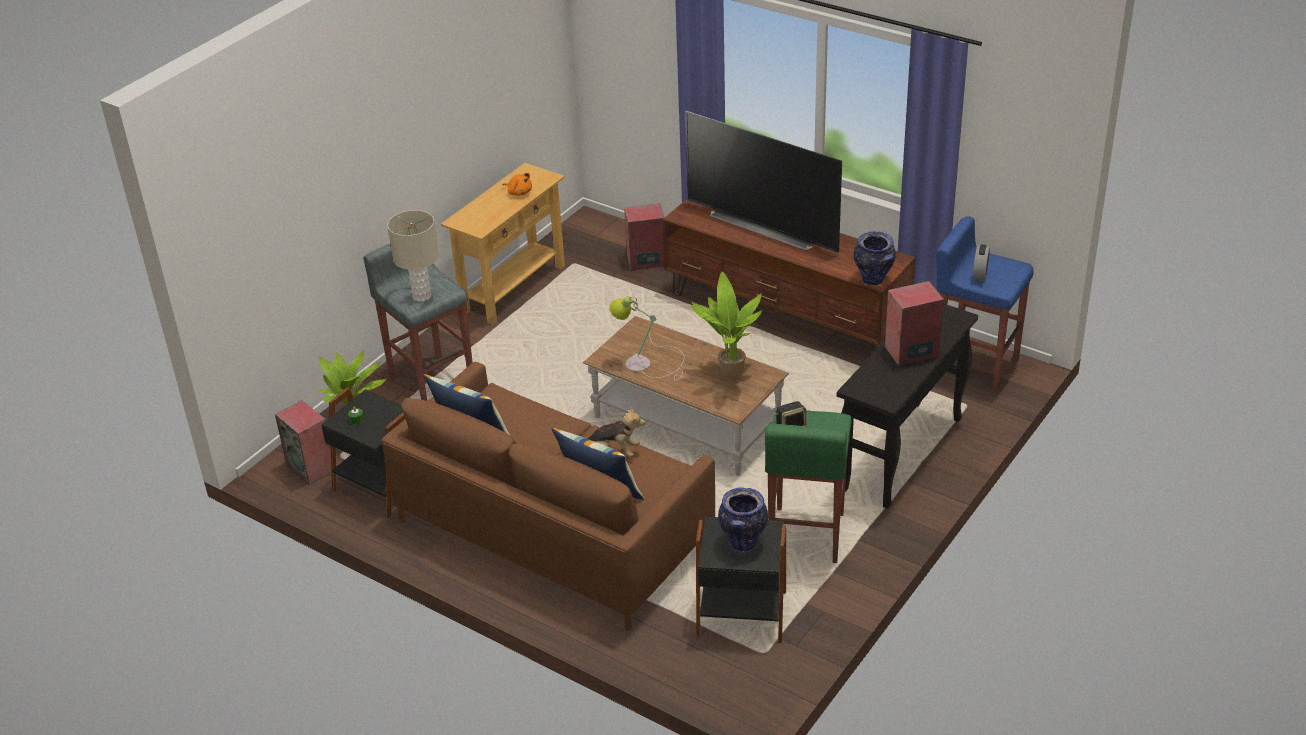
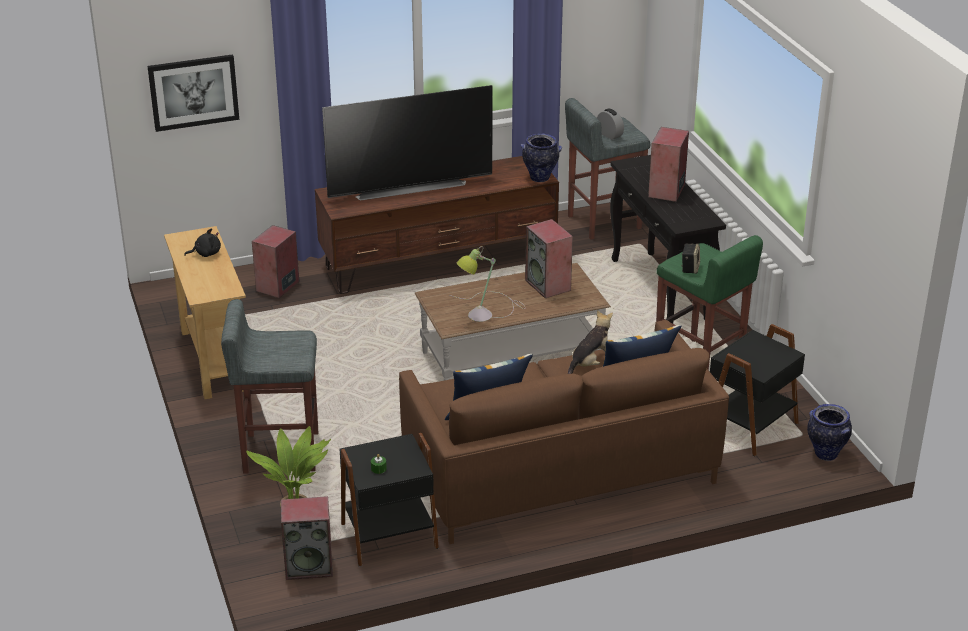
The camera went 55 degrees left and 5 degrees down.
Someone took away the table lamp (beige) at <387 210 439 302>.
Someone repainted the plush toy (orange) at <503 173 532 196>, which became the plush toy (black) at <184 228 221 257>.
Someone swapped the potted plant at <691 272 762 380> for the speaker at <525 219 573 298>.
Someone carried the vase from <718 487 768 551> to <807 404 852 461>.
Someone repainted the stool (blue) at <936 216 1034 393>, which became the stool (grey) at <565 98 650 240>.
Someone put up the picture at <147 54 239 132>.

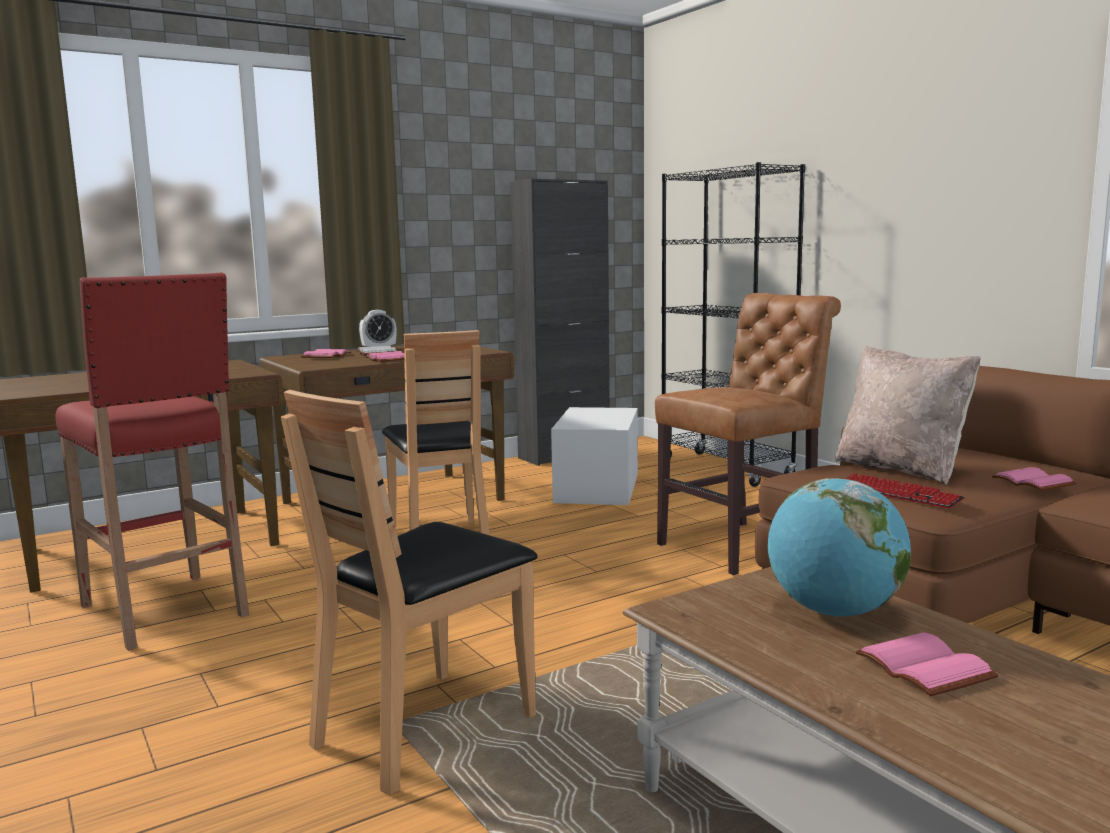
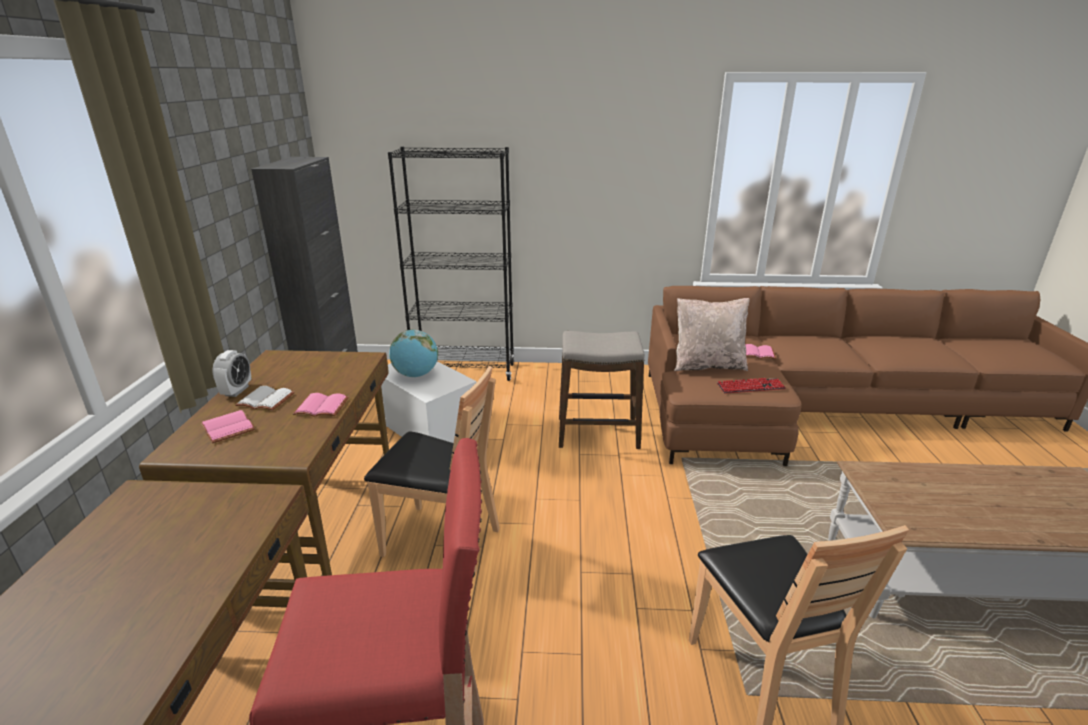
The camera went 55 degrees left and 15 degrees up.
Someone swapped the chair (brown) at <655 293 841 575> for the stool at <559 331 645 449>.
Someone carried the globe from <767 478 911 617> to <389 330 438 377>.
Someone took away the book (pink) at <855 632 998 696>.

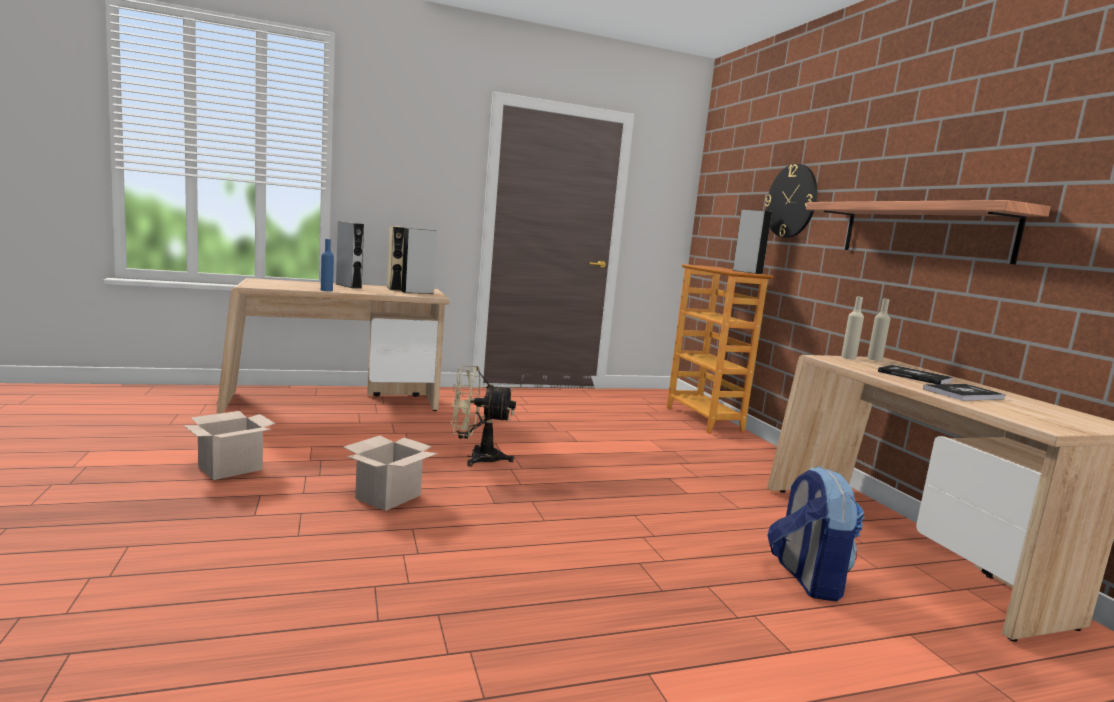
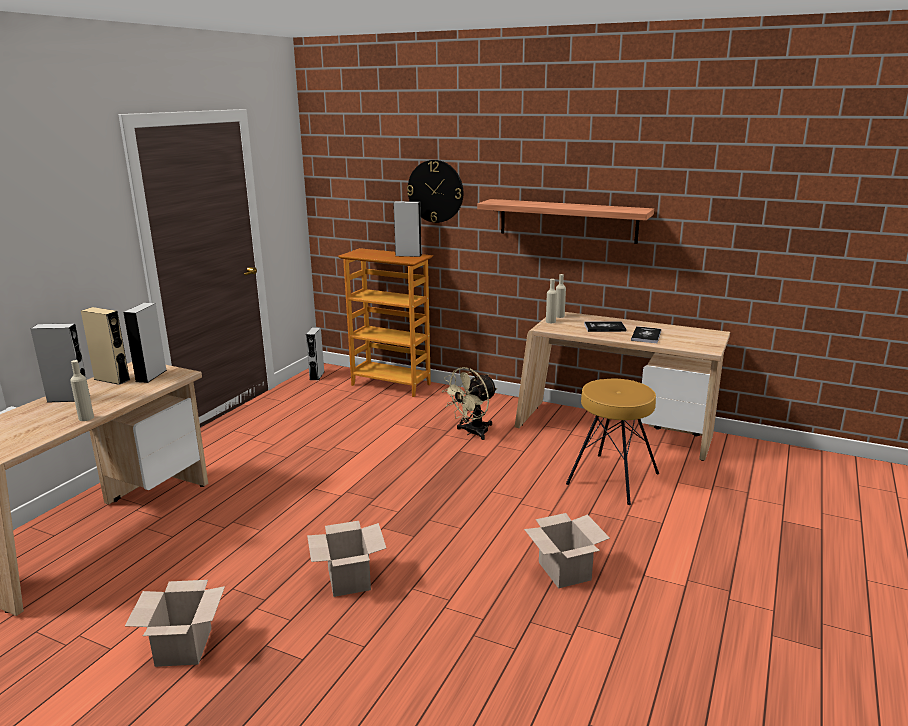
The camera went 45 degrees left and 10 degrees up.
Someone repainted the bottle (blue) at <321 239 334 291>, which became the bottle (beige) at <70 360 94 421>.
Someone carried the fan (beige) from <451 365 516 466> to <442 367 497 440>.
Someone swapped the backpack at <768 466 865 601> for the stool (brown) at <566 379 659 505>.
Someone put down the speaker (grey) at <306 327 324 380>.
Someone put down the cardboard box at <524 513 610 589>.

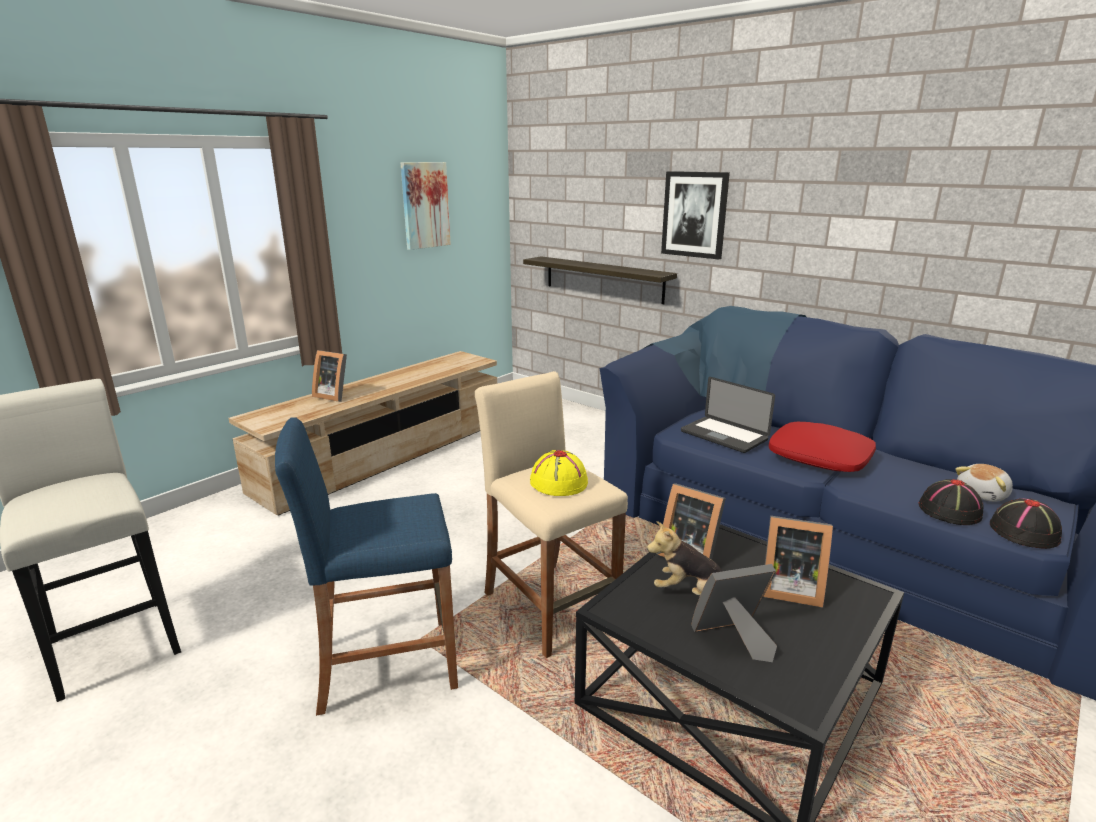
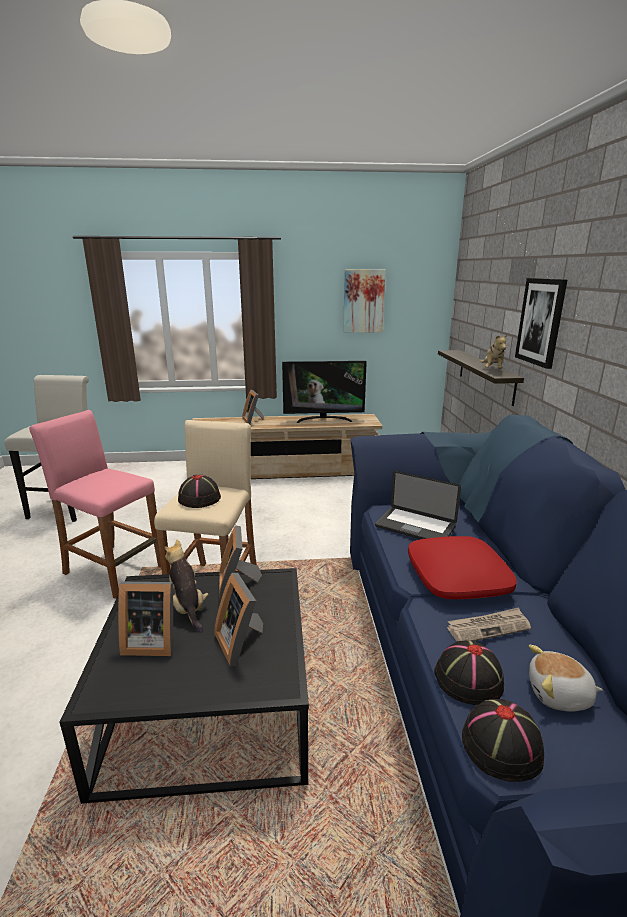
The camera went 45 degrees right and 0 degrees up.
Someone repainted the stool (blue) at <275 418 458 716>, which became the stool (pink) at <29 410 161 599>.
Someone repainted the hat (yellow) at <530 450 588 496>, which became the hat (black) at <178 475 221 508>.
Someone rotated the laptop at <681 377 775 453> by 60 degrees counterclockwise.
Someone rotated the picture frame at <691 564 777 662> by 150 degrees clockwise.
Someone put down the television at <282 361 367 423>.
Someone put down the newspaper at <447 607 531 641>.
Someone put down the plush toy at <480 334 508 369>.

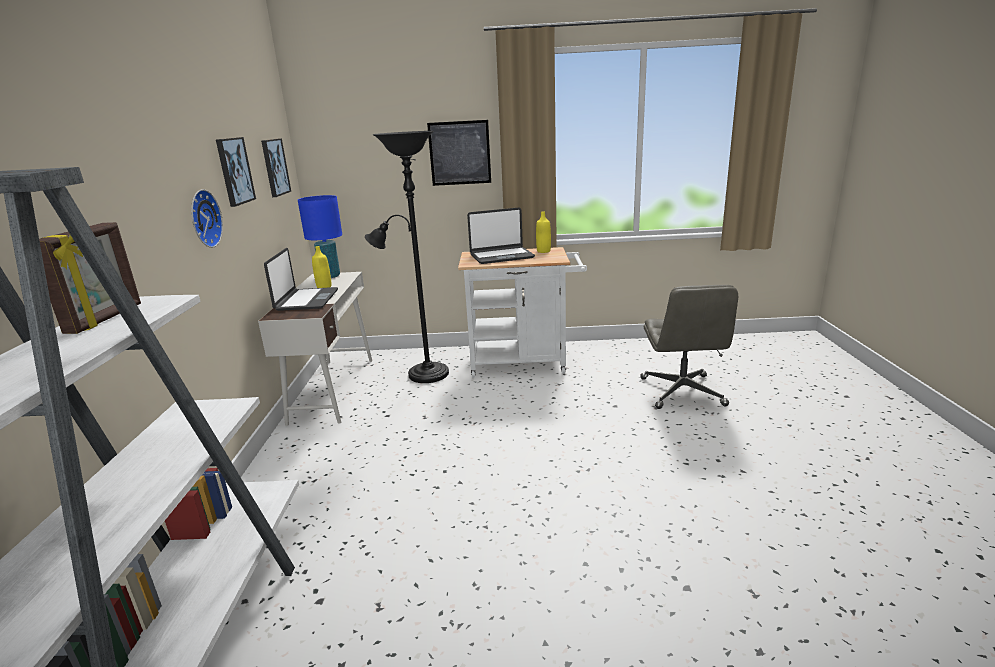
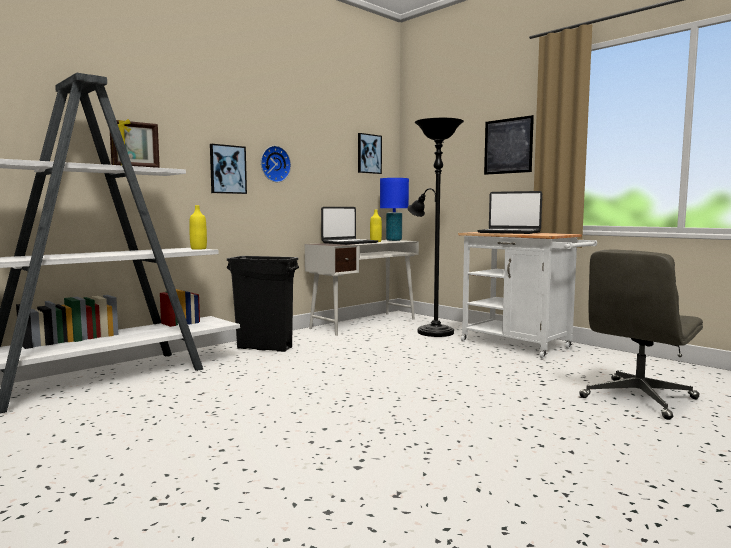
The camera went 45 degrees right and 15 degrees down.
Someone carried the picture from <216 137 256 207> to <210 144 247 194>.
Someone carried the bottle (yellow) from <536 211 551 253> to <189 205 207 250>.
Someone put down the trash can (black) at <227 256 299 352>.

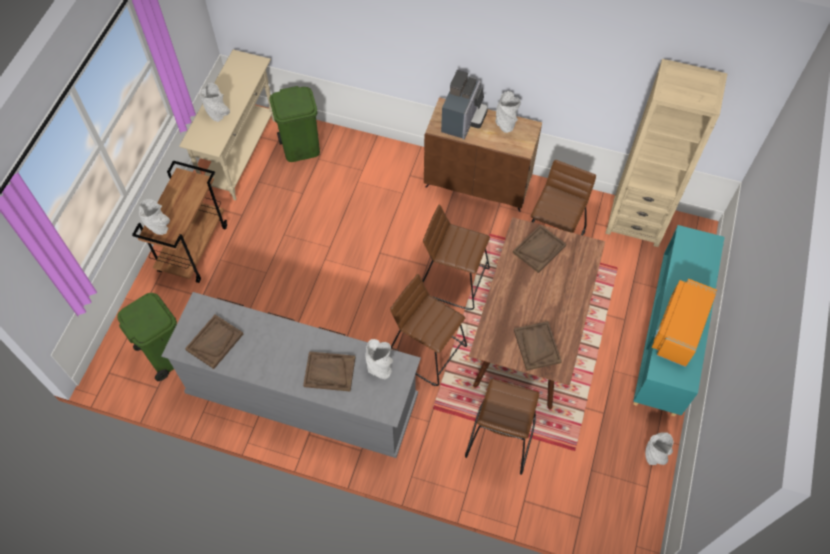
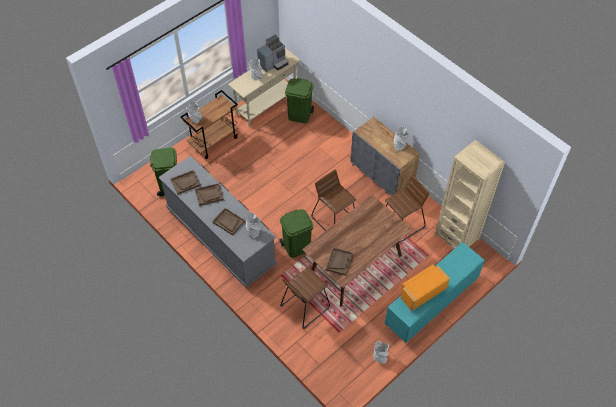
The camera went 30 degrees right and 5 degrees down.
Someone swapped the stool (brown) at <390 274 467 386> for the trash can (green) at <280 209 313 258>.
Someone repainted the cabinet (brown) at <424 97 542 212>, which became the cabinet (grey) at <350 117 420 196>.
Someone carried the coffee machine from <441 70 488 139> to <257 35 288 72>.
Someone carried the tray (brown) from <513 224 566 273> to <195 183 224 206>.

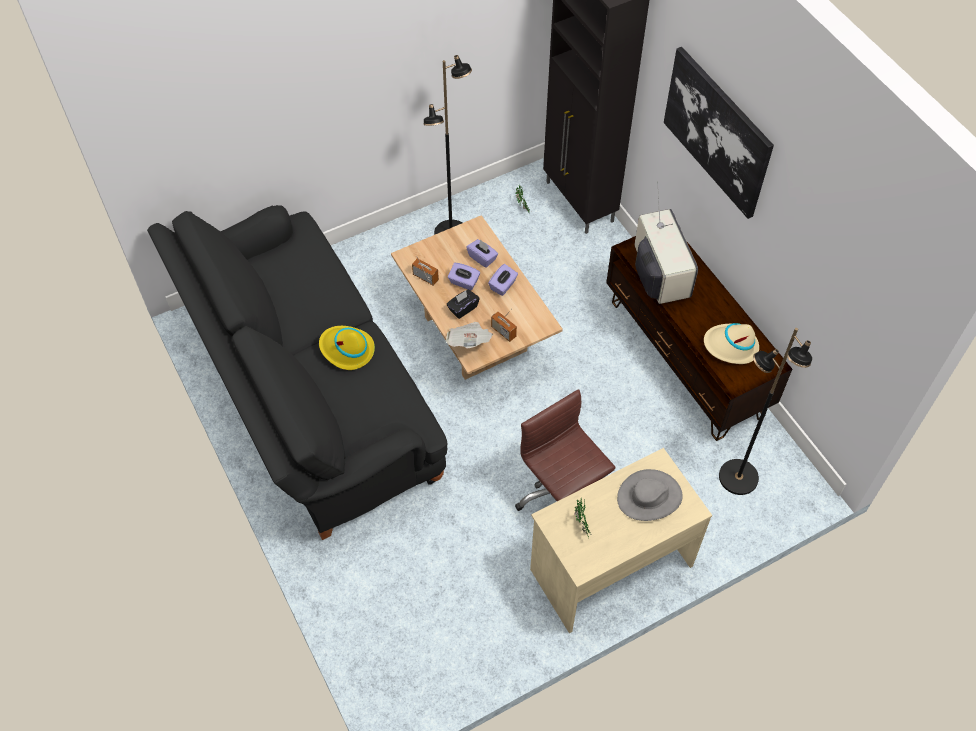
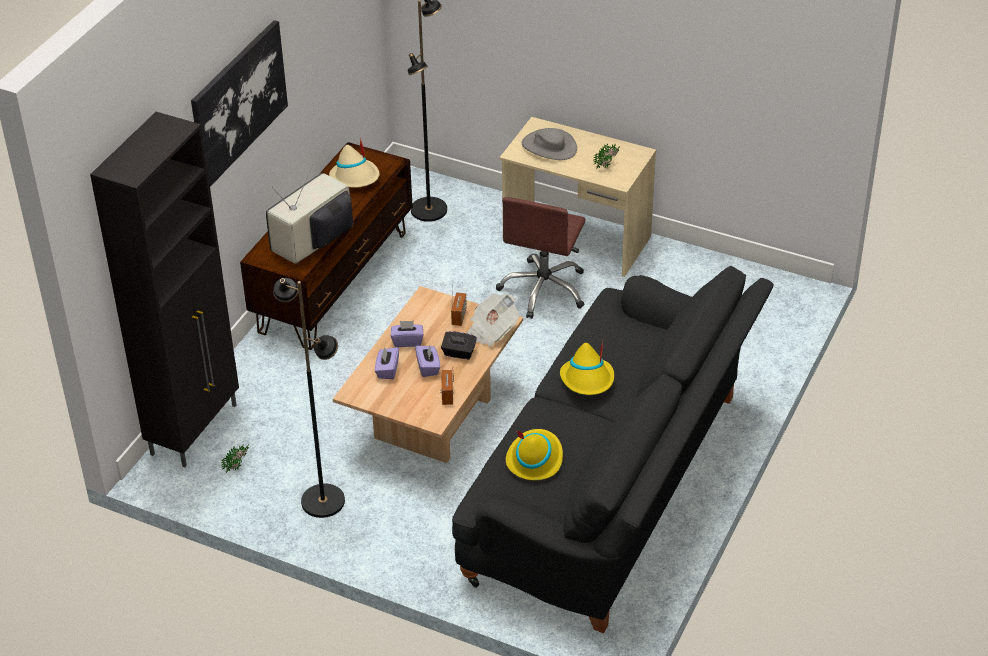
The camera went 125 degrees left and 15 degrees down.
Someone put down the hat (yellow) at <506 429 563 480>.

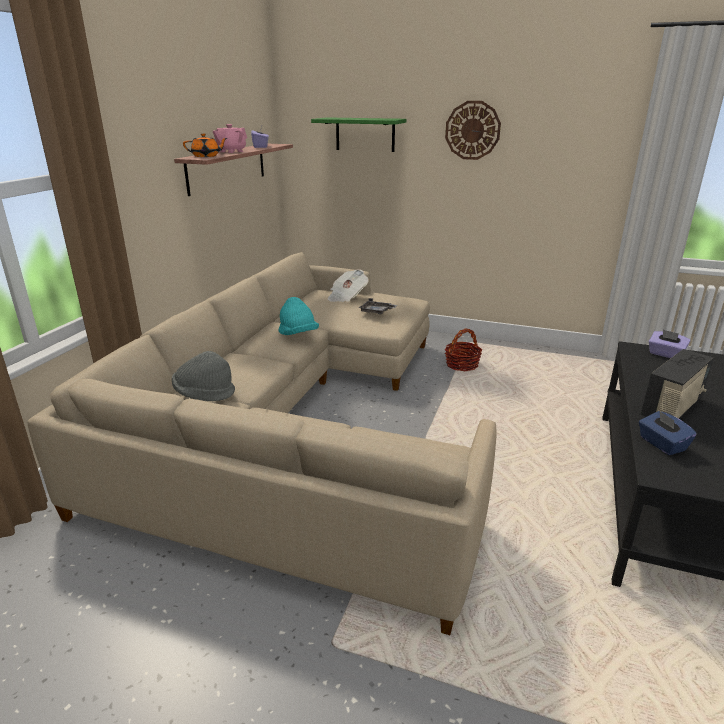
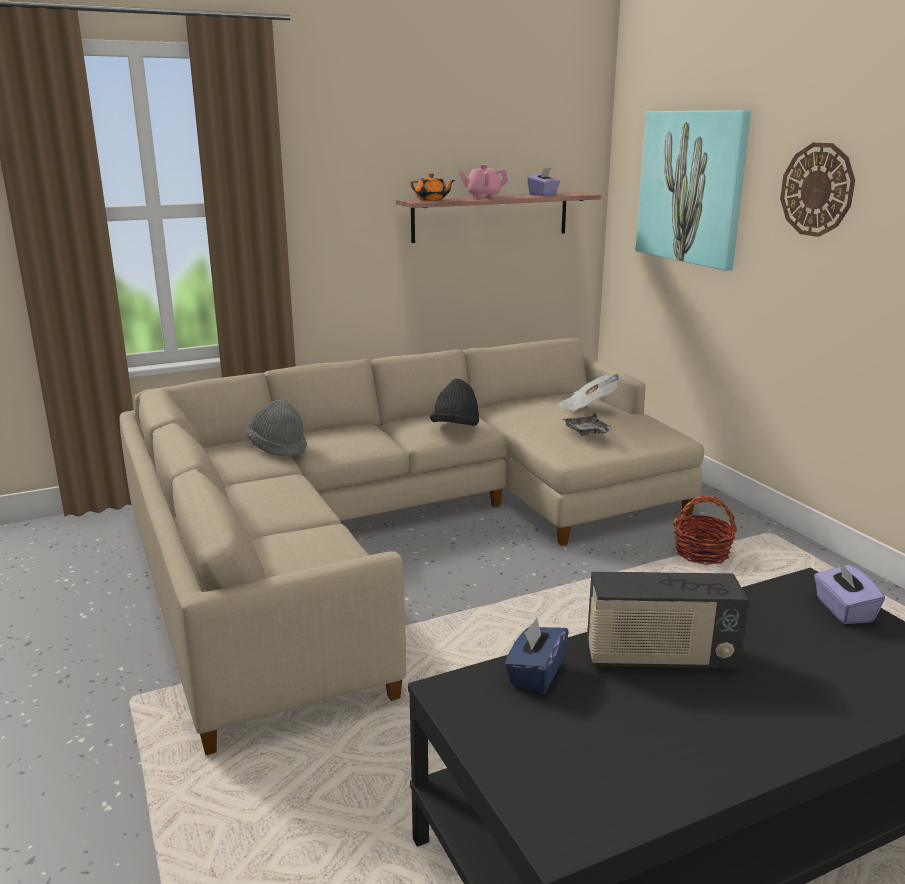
The camera went 45 degrees right and 5 degrees down.
Someone repainted the hat (turquoise) at <279 297 319 335>, which became the hat (black) at <430 379 479 426>.
Someone swapped the shelf (green) at <311 117 406 152> for the picture at <636 110 751 271>.

